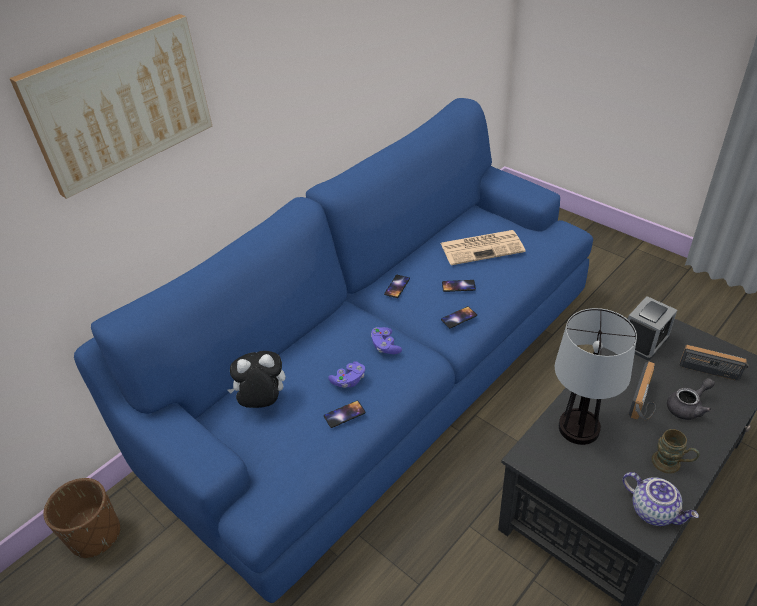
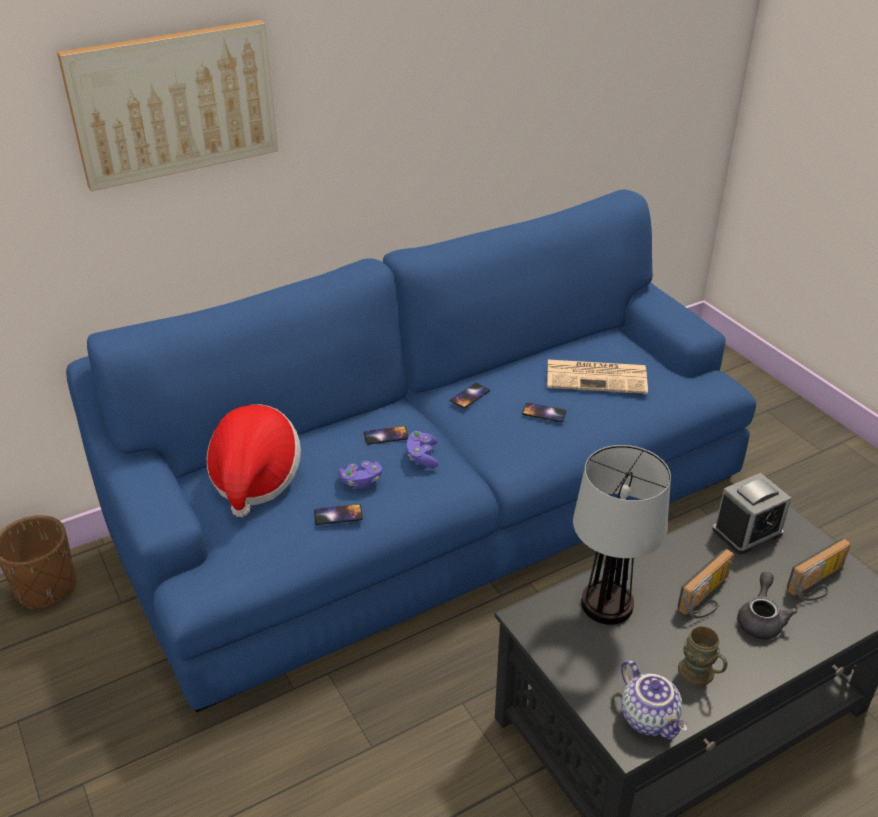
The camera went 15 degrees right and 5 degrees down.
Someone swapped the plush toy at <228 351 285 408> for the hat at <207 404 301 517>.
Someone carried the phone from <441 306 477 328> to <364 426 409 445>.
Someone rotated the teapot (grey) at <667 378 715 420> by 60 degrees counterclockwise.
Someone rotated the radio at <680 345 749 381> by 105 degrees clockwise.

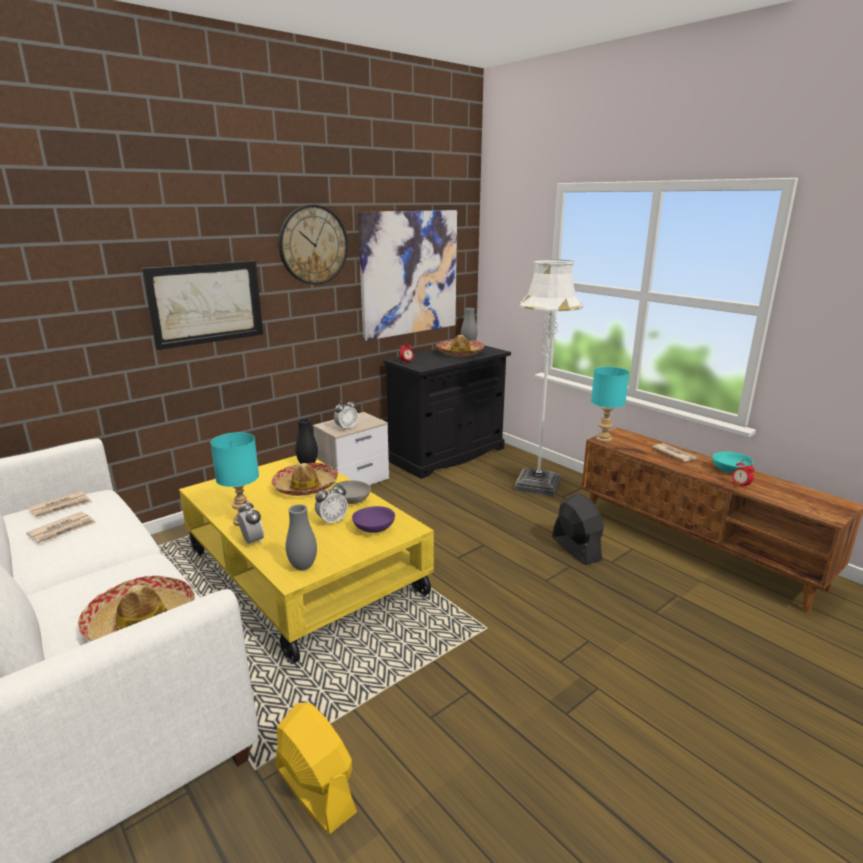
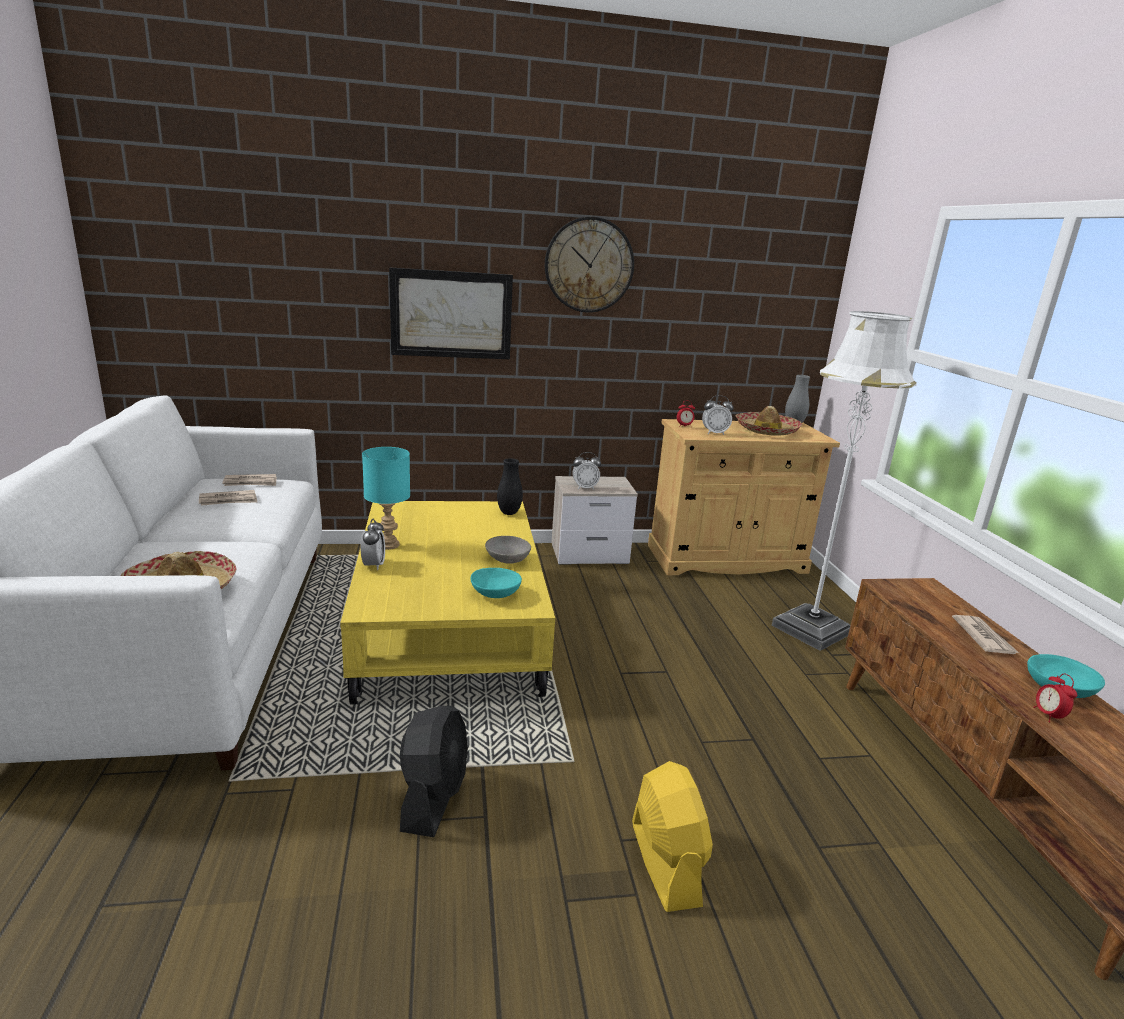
The camera went 30 degrees right and 0 degrees up.
Someone took away the hat at <272 463 338 496>.
Someone carried the fan (yellow) from <276 702 357 834> to <632 761 713 912>.
Someone took away the vase (grey) at <286 504 317 570>.
Someone carried the alarm clock from <315 482 348 526> to <702 395 734 435>.
Someone repainted the bowl (purple) at <352 506 395 533>, which became the bowl (turquoise) at <470 568 522 598>.
Someone took away the picture at <358 210 457 341>.
Someone repainted the cabinet (black) at <384 345 511 479>, which became the cabinet (beige) at <648 419 840 575>.
Someone carried the fan (black) from <552 494 604 565> to <400 706 468 837>.
Someone took away the table lamp (turquoise) at <591 367 629 443>.

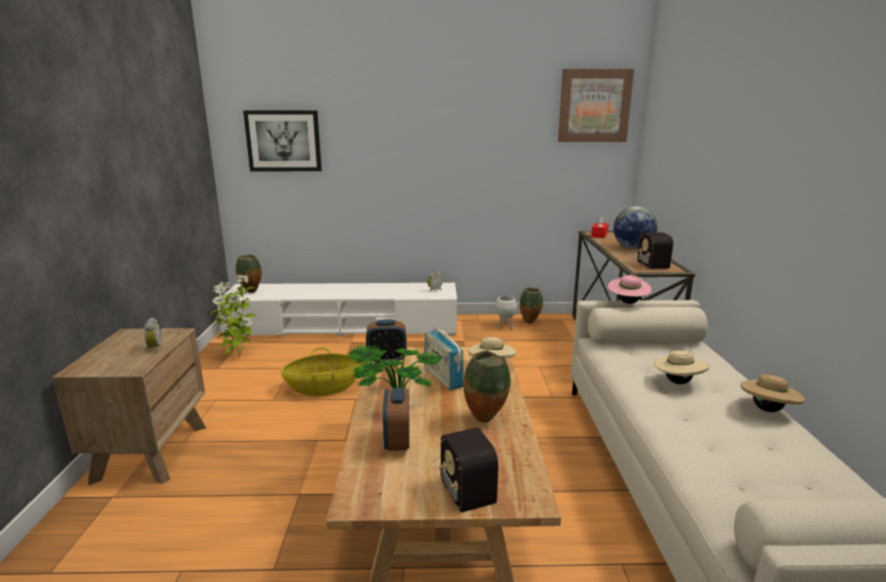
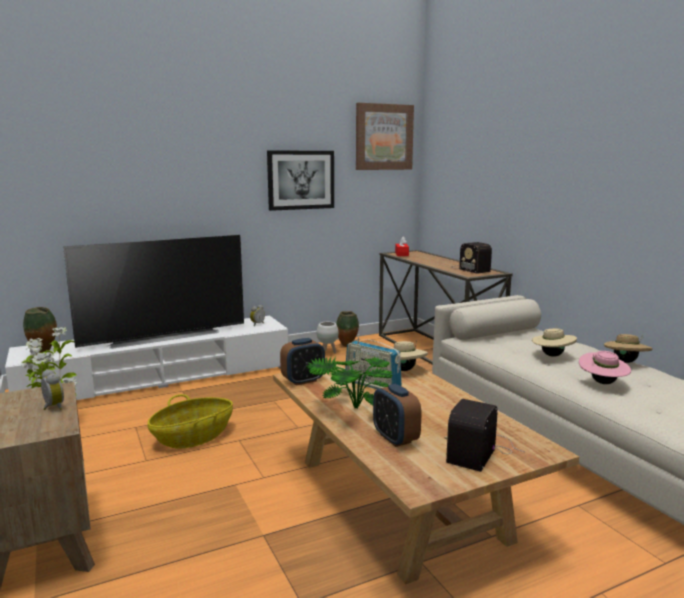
The camera went 25 degrees left and 5 degrees down.
Someone carried the picture from <243 110 322 171> to <267 150 334 211>.
Someone rotated the radio at <431 428 498 513> by 75 degrees clockwise.
Someone took away the vase at <463 350 511 423>.
Someone carried the hat (pink) from <608 275 652 304> to <579 351 631 384>.
Someone took away the globe at <613 206 657 249>.
Someone put down the television at <63 235 244 349>.

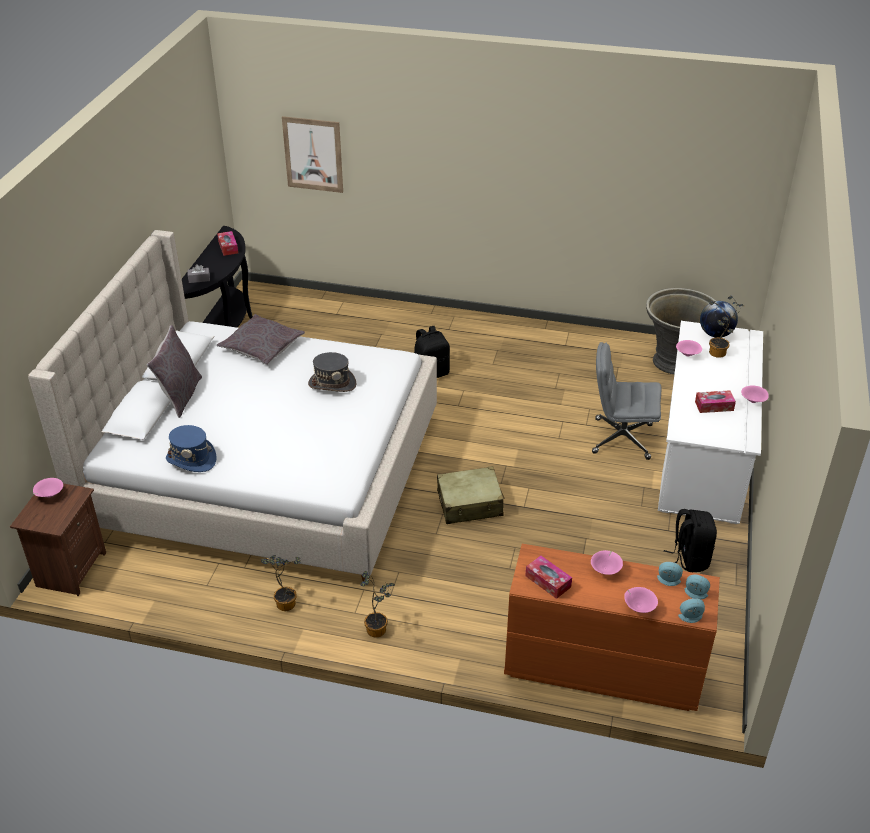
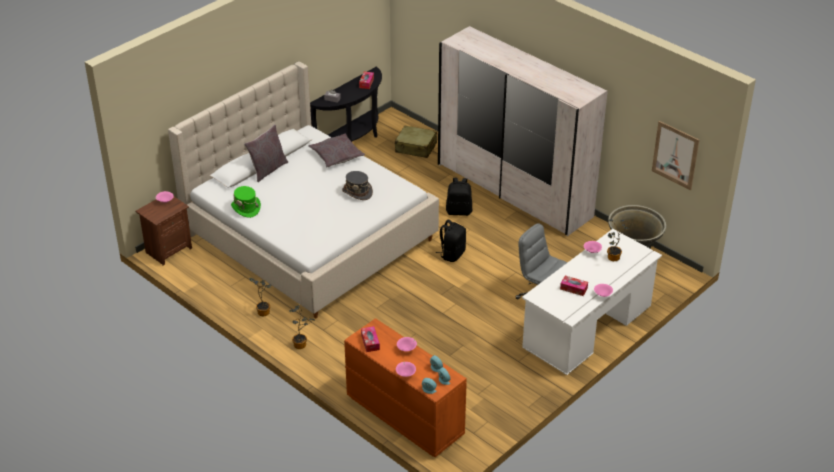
The camera went 30 degrees right and 0 degrees up.
Someone repainted the hat (blue) at <166 425 217 472>, which became the hat (green) at <231 186 261 218>.
Someone carried the picture from <282 116 343 193> to <652 121 699 190>.
Someone carried the suitcase (beige) from <437 466 505 524> to <395 126 437 158>.
Someone carried the backpack (black) from <664 509 717 572> to <436 220 466 262>.
Someone took away the globe at <700 301 738 337>.
Someone put down the wardrobe (white) at <438 26 608 236>.

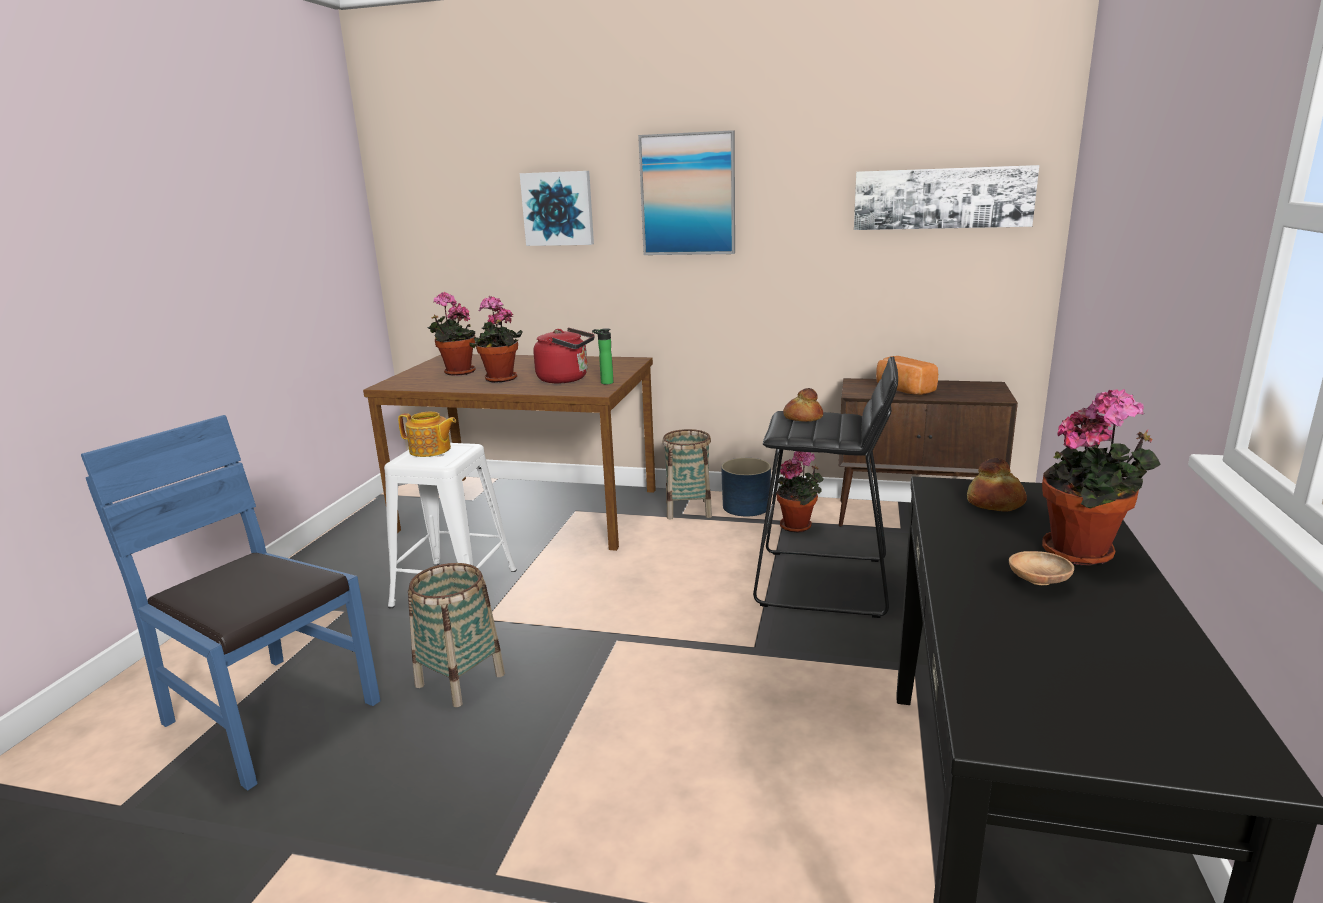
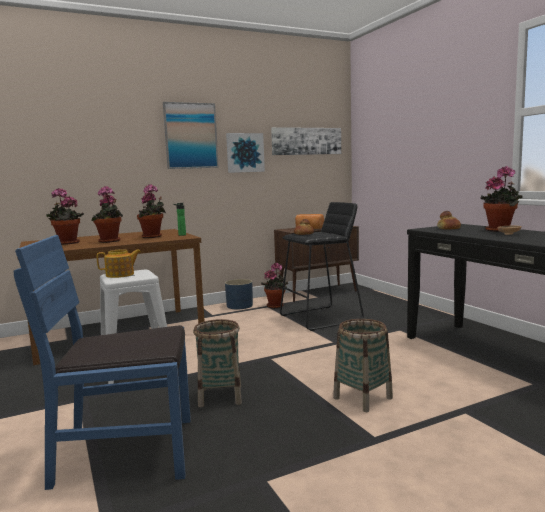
The camera went 40 degrees left and 10 degrees down.
Someone carried the picture from <520 171 594 246> to <226 133 265 173>.
Someone swapped the kettle (red) at <533 328 595 383> for the potted plant at <137 184 166 238>.
Someone carried the basket from <662 429 712 519> to <333 319 393 412>.

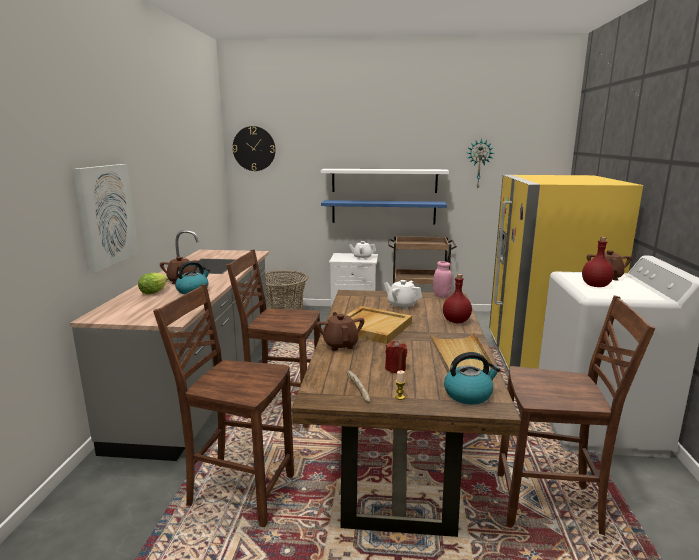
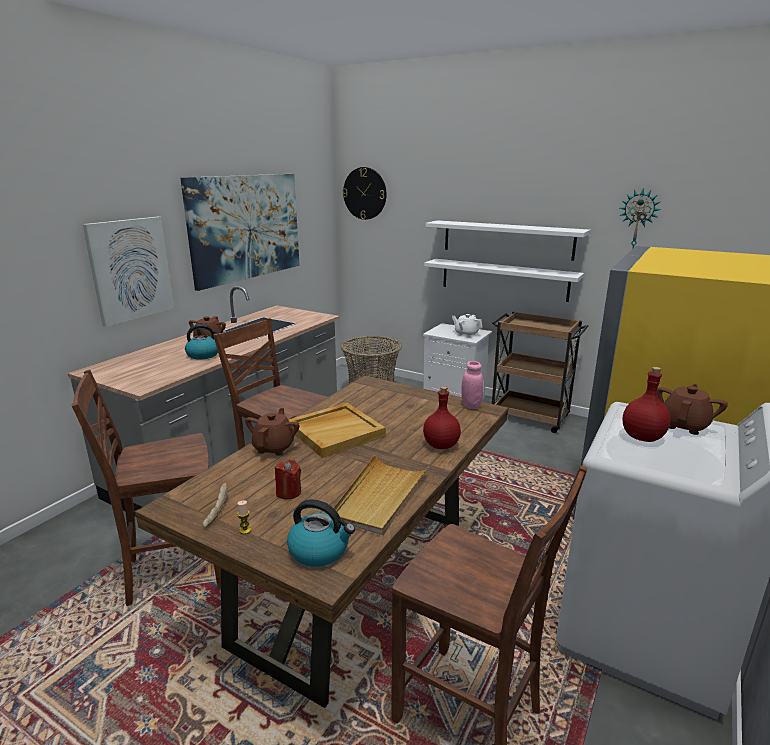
The camera went 25 degrees right and 5 degrees up.
Someone took away the lettuce at <138 273 168 295>.
Someone rotated the chair (brown) at <153 284 294 527> by 60 degrees counterclockwise.
Someone repainted the shelf (blue) at <321 200 447 224>, which became the shelf (white) at <424 259 584 302>.
Someone took away the teapot (white) at <384 280 422 310>.
Someone put up the picture at <180 174 300 291>.

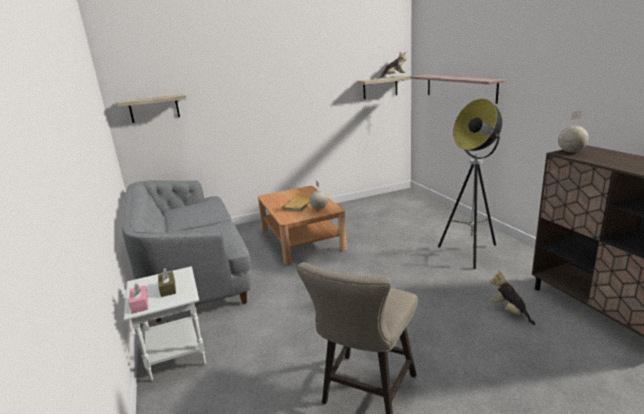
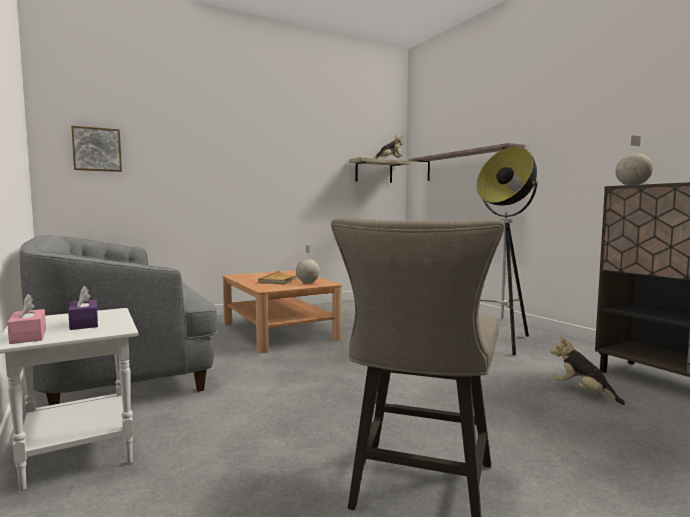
The camera went 10 degrees left and 15 degrees down.
Someone swapped the shelf at <117 94 187 123> for the picture at <71 126 122 172>.
Someone repainted the tissue box (brown) at <158 268 176 297>, which became the tissue box (purple) at <68 286 98 330>.

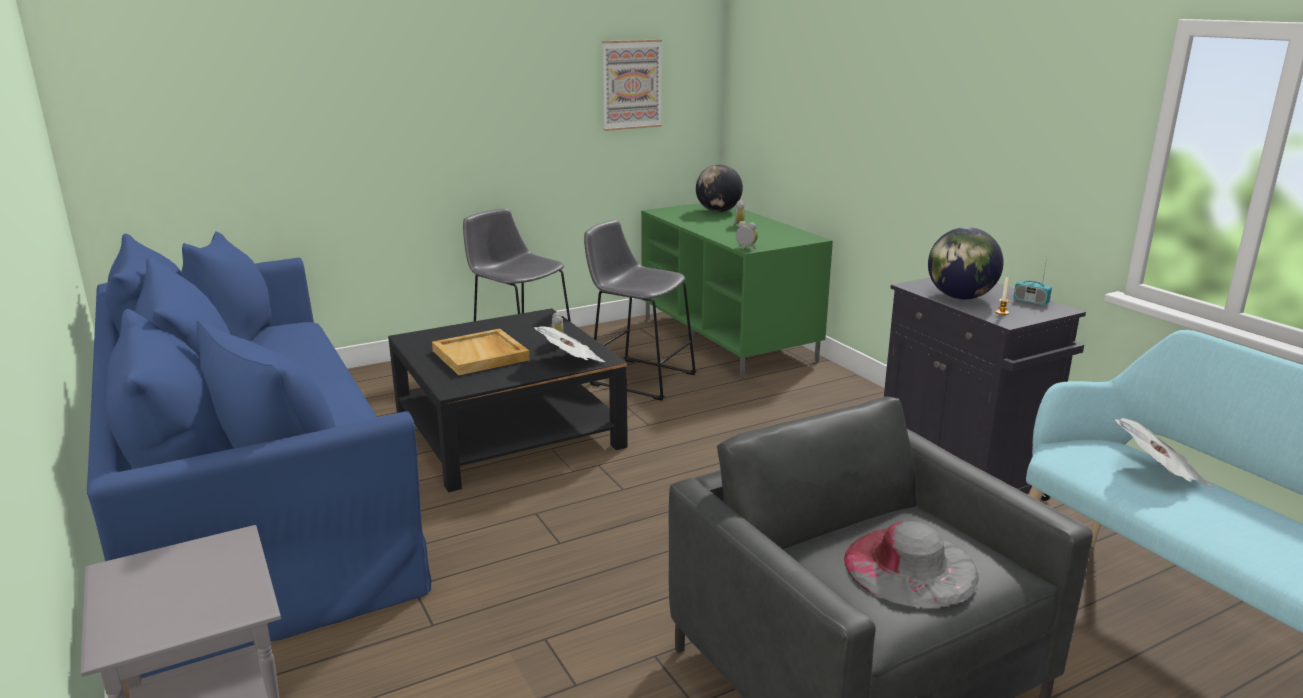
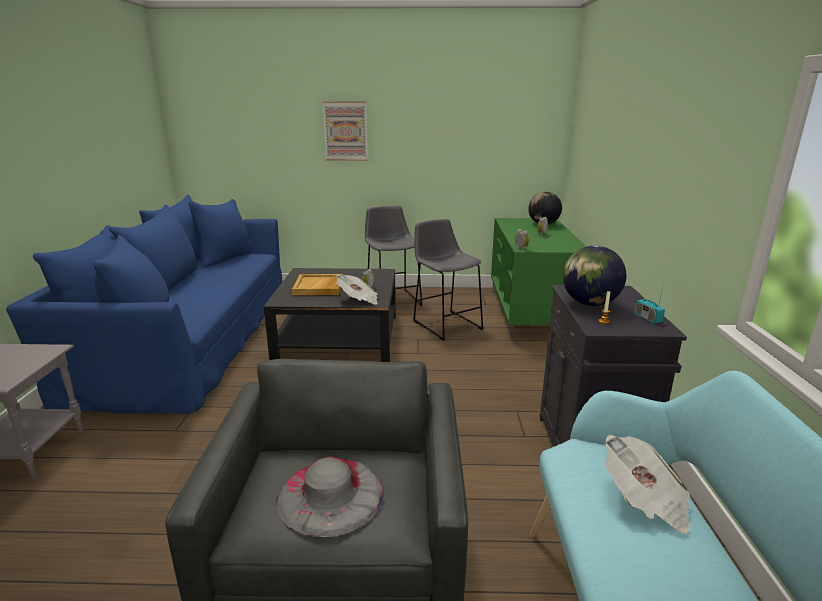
The camera went 30 degrees right and 0 degrees up.
Someone carried the picture from <602 39 662 131> to <322 101 368 161>.

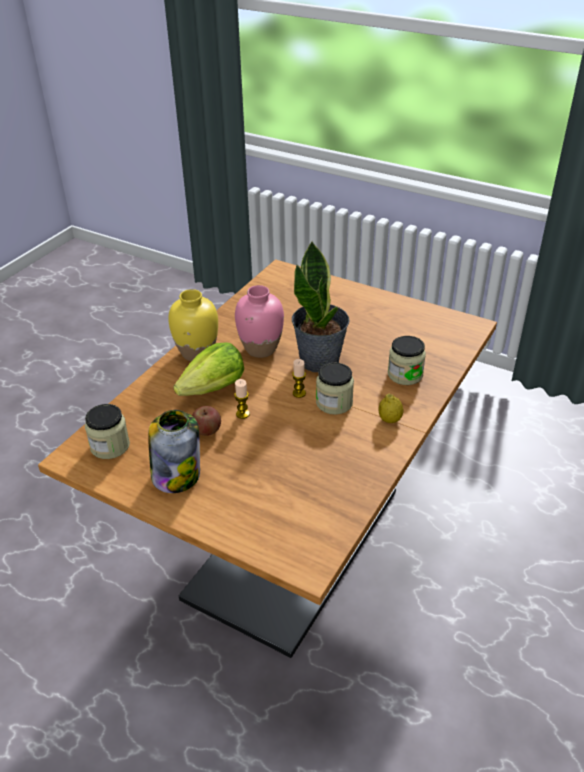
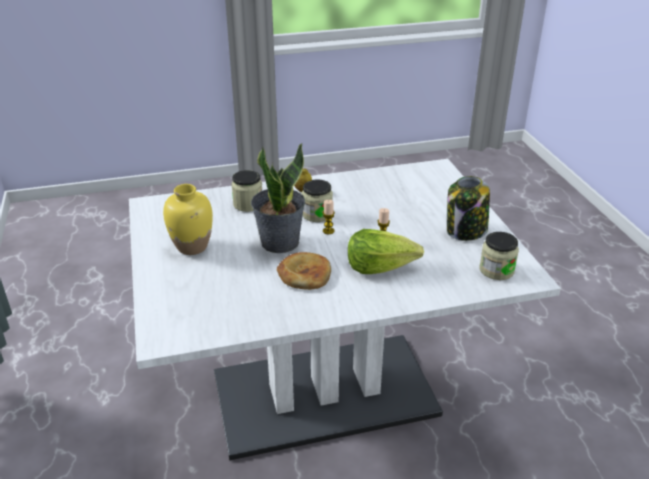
The camera went 135 degrees left and 5 degrees down.
Someone repainted the dining table (brown) at <38 259 497 658>, which became the dining table (white) at <129 159 561 460>.
Someone carried the vase (yellow) from <168 289 218 361> to <163 184 213 255>.
Someone took away the apple at <192 406 221 436>.
Someone swapped the vase (pink) at <235 285 284 358> for the bread at <277 252 331 290>.

